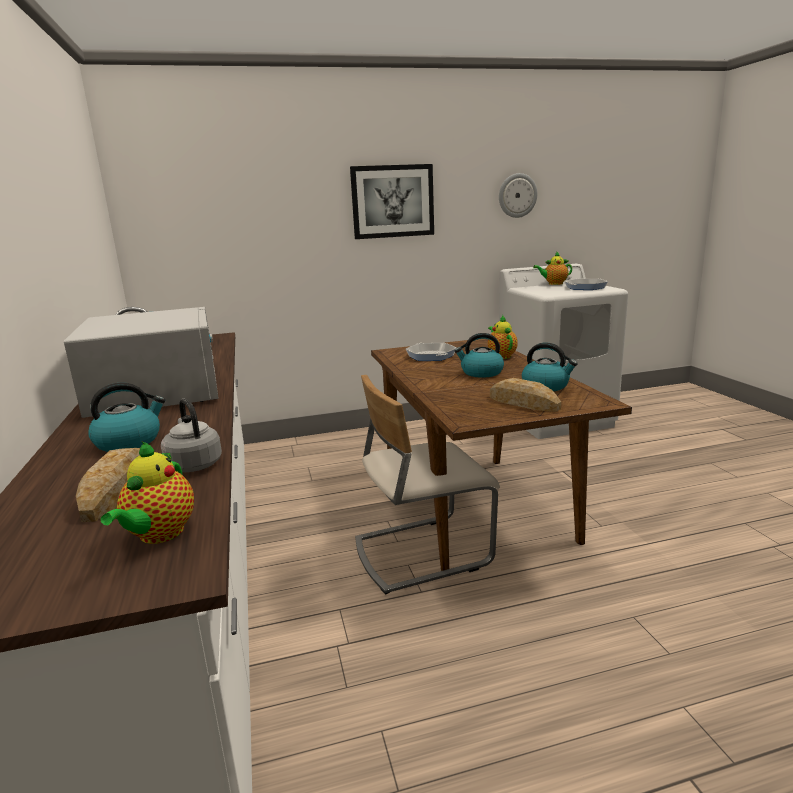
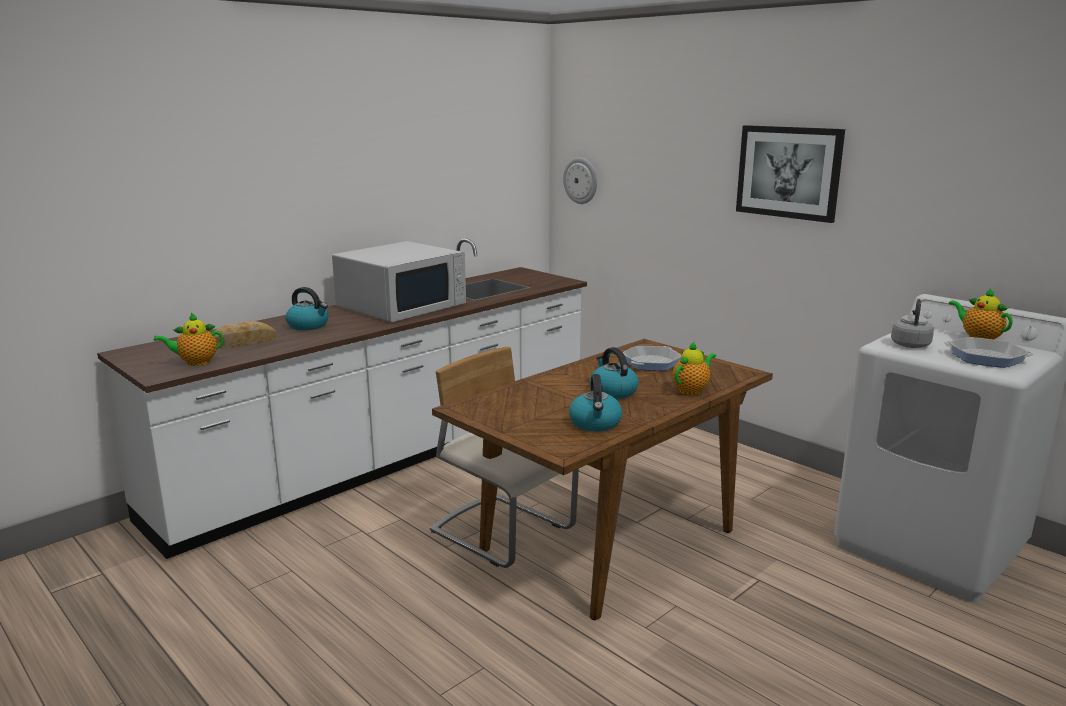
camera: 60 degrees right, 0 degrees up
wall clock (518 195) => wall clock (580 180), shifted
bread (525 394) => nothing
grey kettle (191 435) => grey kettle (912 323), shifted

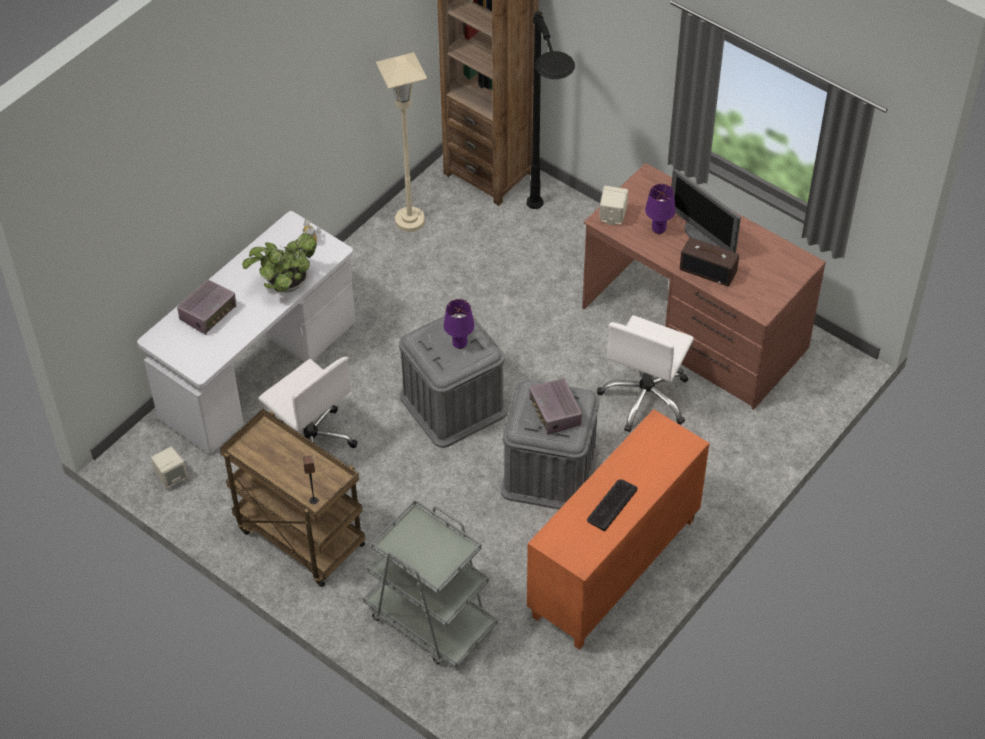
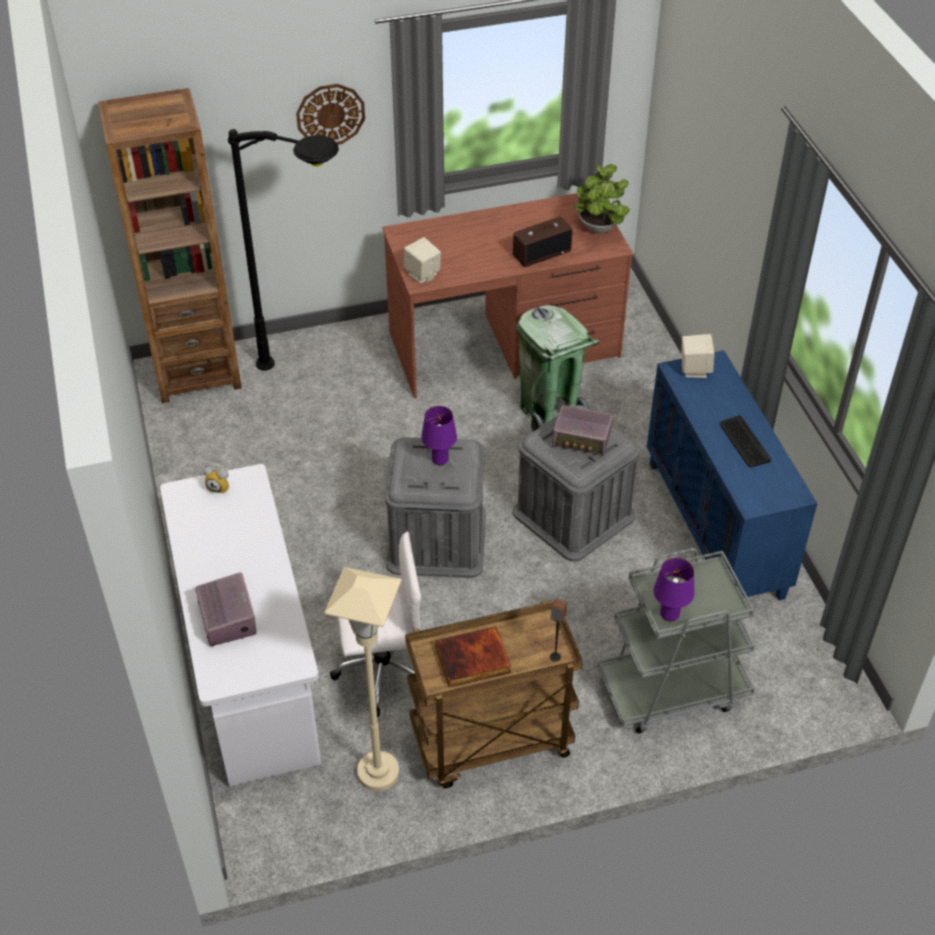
camera: 55 degrees left, 5 degrees down
beige floor lamp (401 142) => beige floor lamp (363 679), shifted
monitor (706 211) => nothing
purple table lamp (660 209) => purple table lamp (673 589), shifted
potted plant (279 263) => potted plant (602 198), shifted
white office chair (645 373) => green trash can (558 368)
orange cabinet (618 529) => blue cabinet (732 475)
beige speaker (169 468) => beige speaker (698 356), shifted
nothing => wall clock (330 114)
nothing => book (473 657)

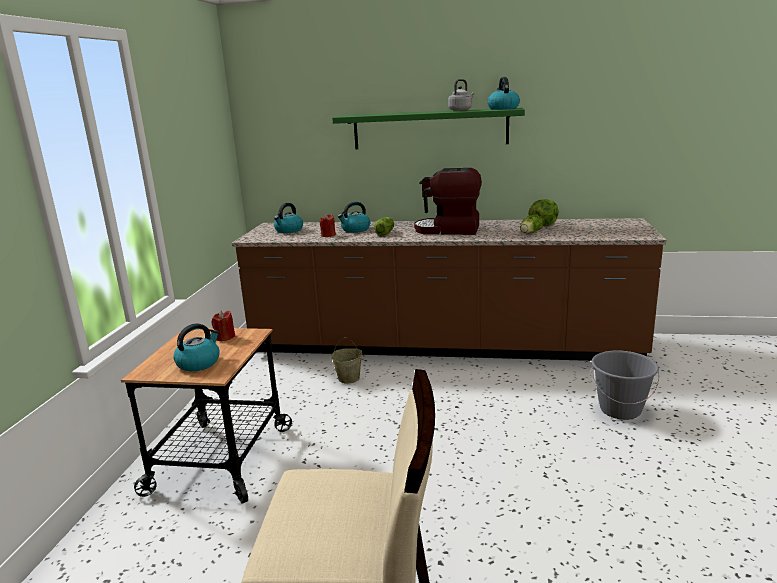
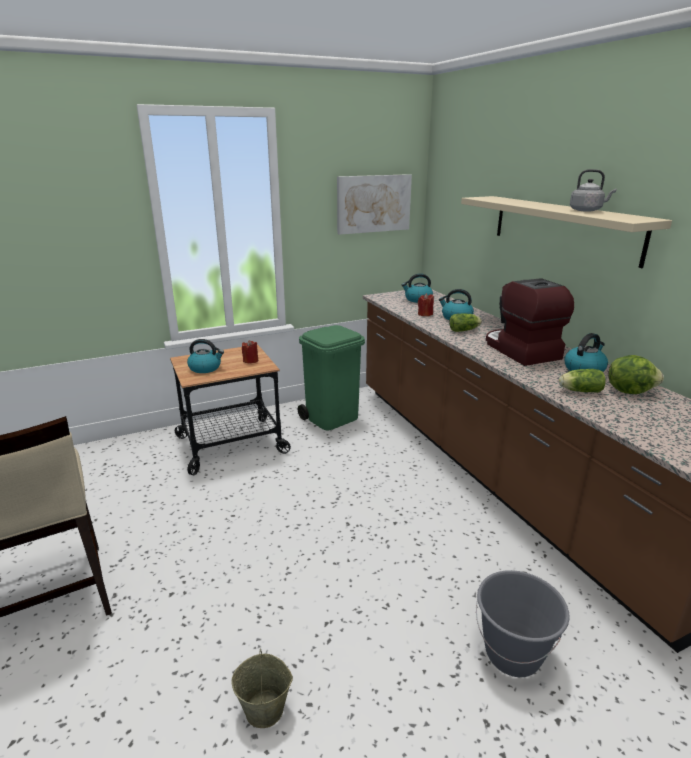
camera: 55 degrees right, 5 degrees up
kettle (503 93) => kettle (586 352), shifted
green shelf (428 128) => beige shelf (566 232)
beige bucket (346 360) => beige bucket (262 688), shifted
nothing => picture (374 204)
nothing => green trash can (331 377)

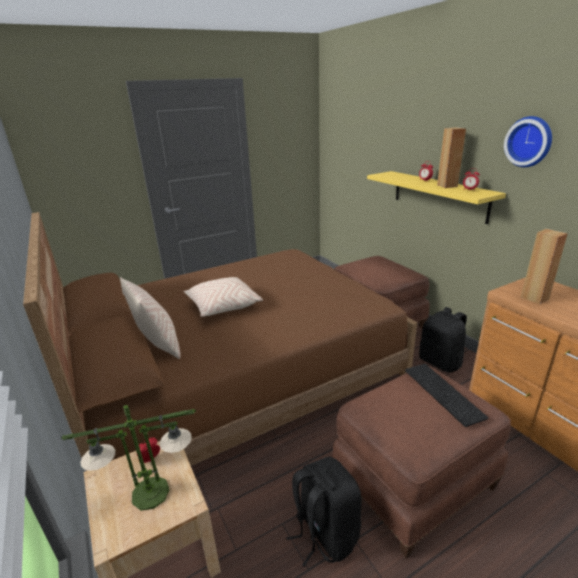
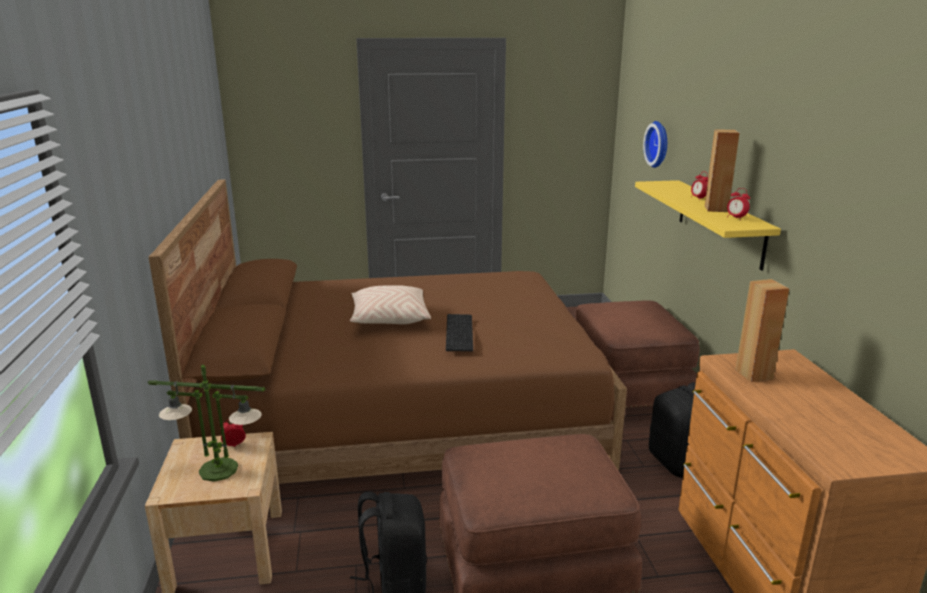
camera: 20 degrees right, 5 degrees down
wall clock (528 141) => wall clock (655 144), shifted
beige pillow (150 318) => nothing
keyboard (446 395) => keyboard (459 332), shifted

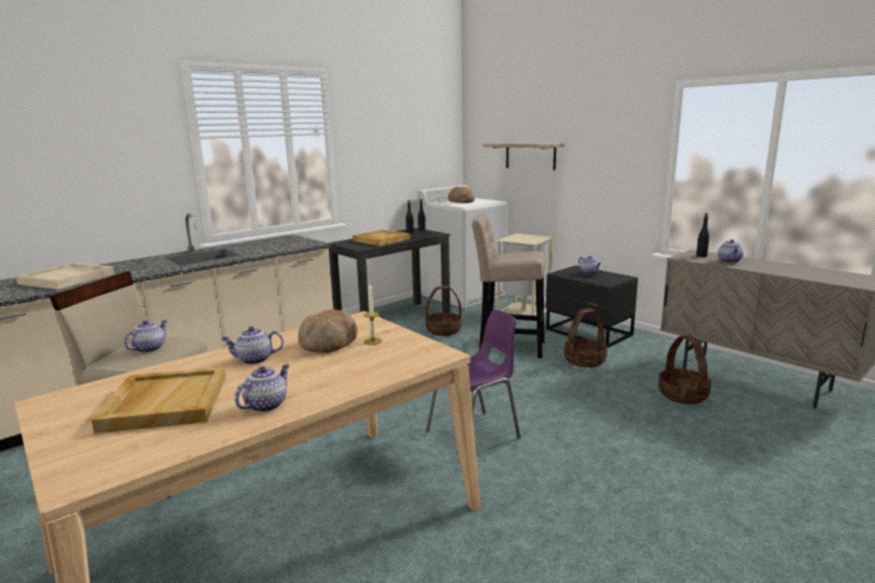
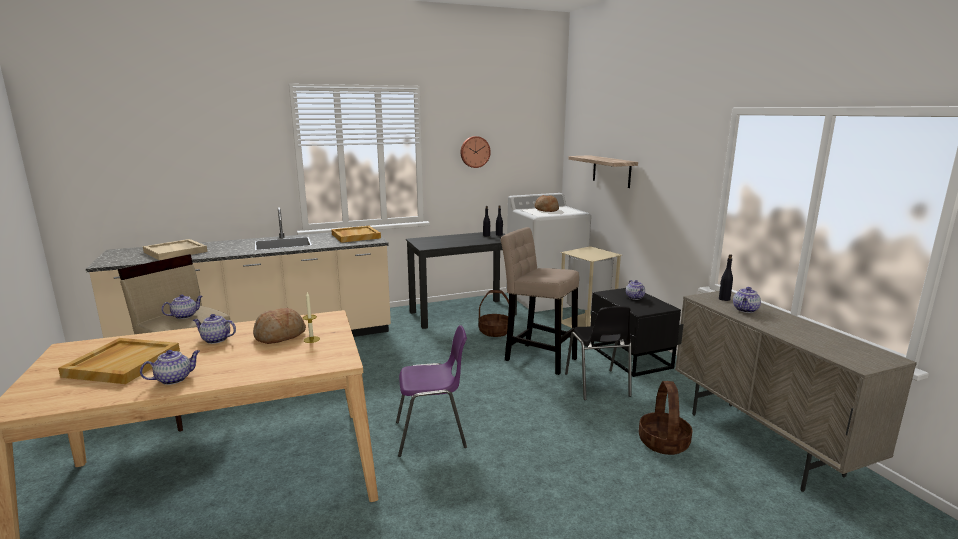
camera: 20 degrees right, 0 degrees up
beige tray (381 237) => beige tray (356 234), shifted
basket (585 338) => black chair (598 353)
nothing => wall clock (475 152)

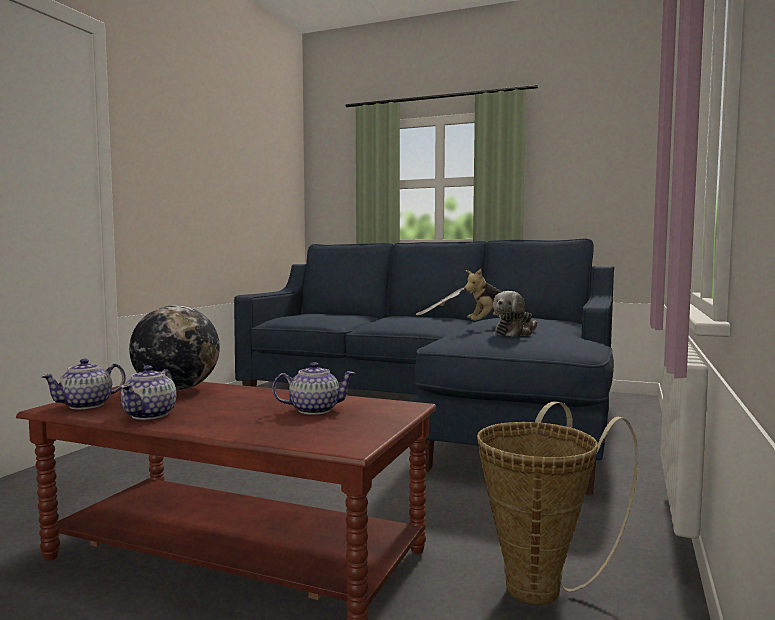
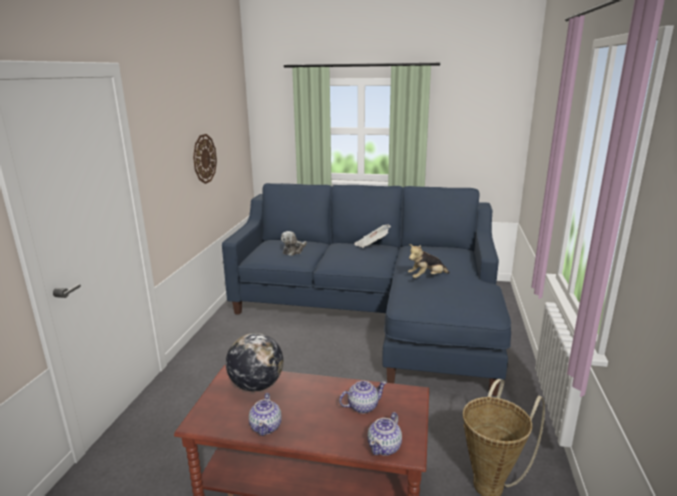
camera: 10 degrees left, 15 degrees up
plush toy (515 314) => plush toy (294 243), shifted
teapot (83 384) => teapot (384 434), shifted
nothing => wall clock (205 159)

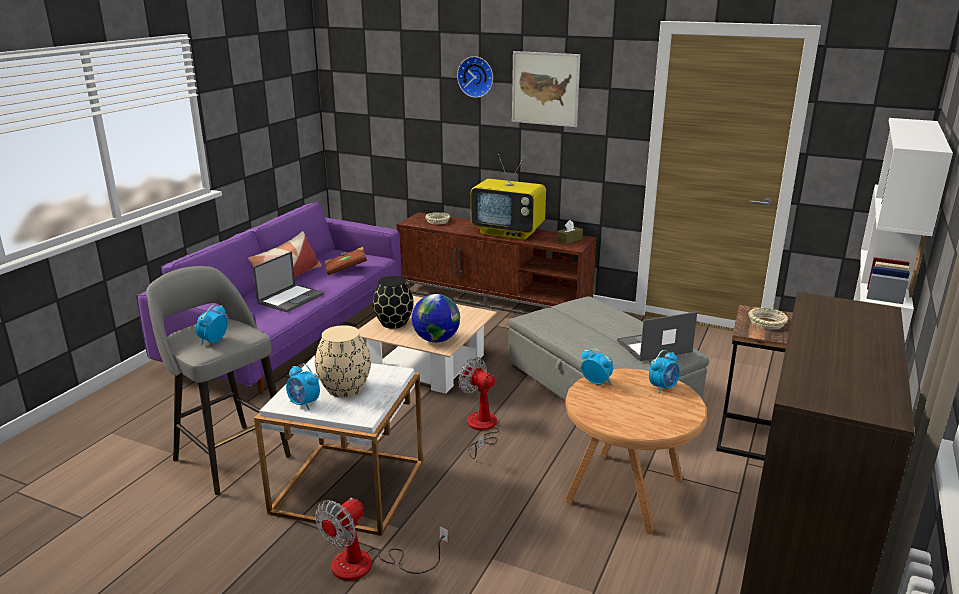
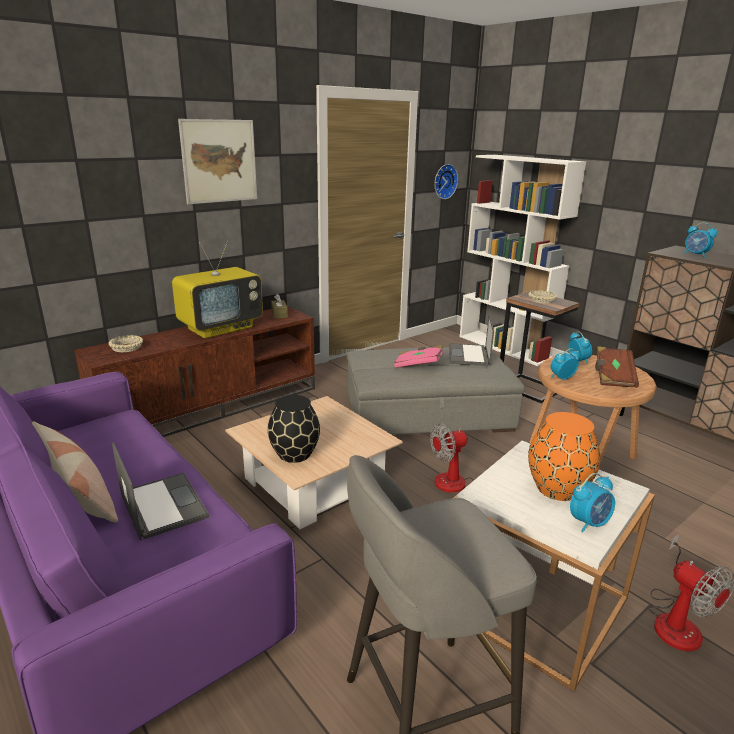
camera: 65 degrees left, 0 degrees up
wall clock (475 77) => wall clock (446 181), shifted
brown book (346 261) => brown book (617 367), shifted
globe (436 318) => nothing
alarm clock (212 325) => alarm clock (700 240), shifted
beige vase (343 361) => orange vase (564 456)
nothing => pink book (419 356)

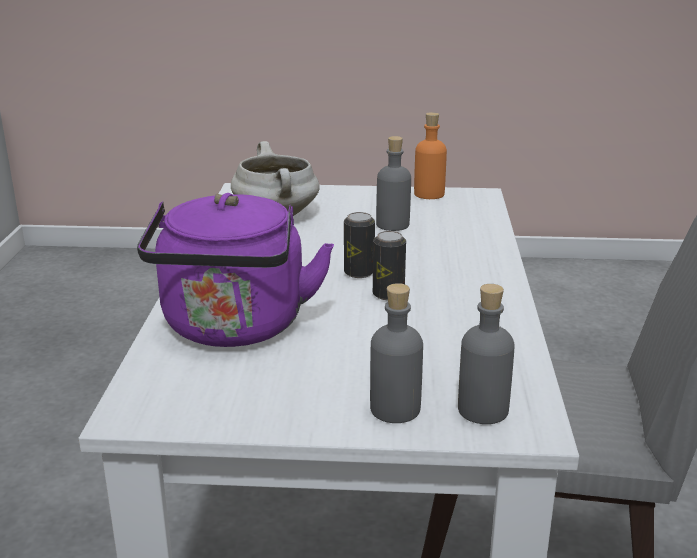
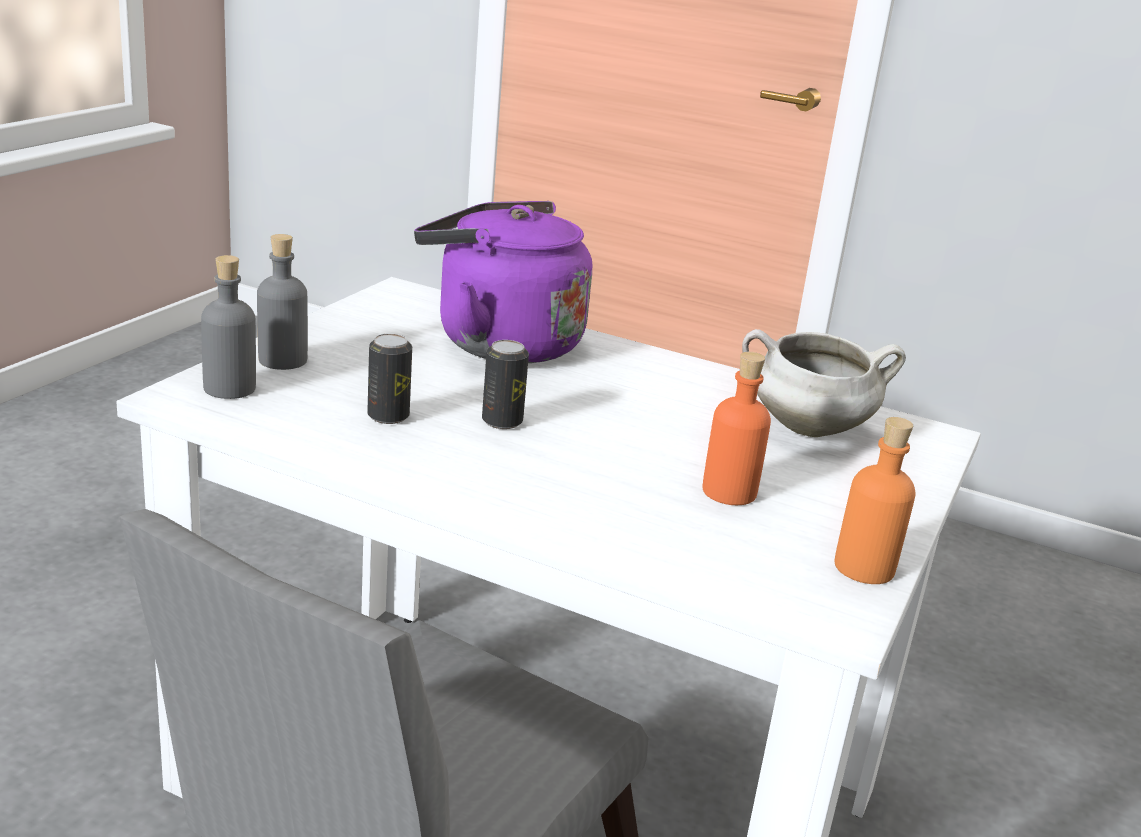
camera: 110 degrees right, 0 degrees up
grey bottle (393 183) => orange bottle (736 428)
can (359 245) => can (389 378), shifted

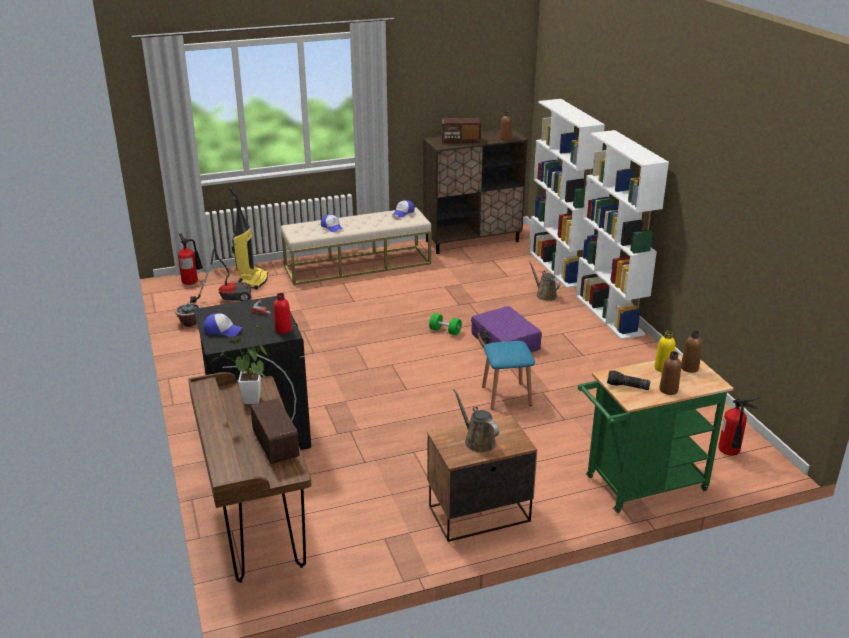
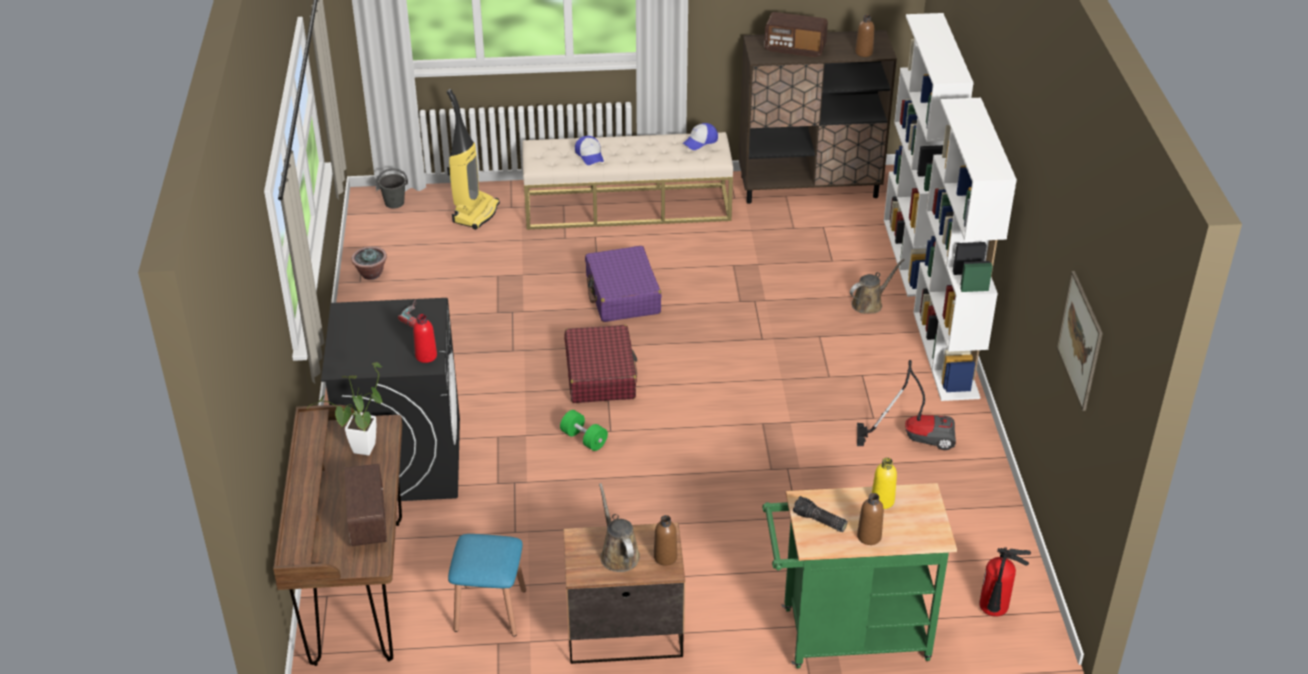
camera: 15 degrees right, 10 degrees up
fire extinguisher (190 259) => grey bucket (392 188)
vacuum cleaner (220 276) => vacuum cleaner (906 405), shifted
brown watering can (544 281) => brown watering can (877 286), 75 degrees clockwise
purple suitcase (506 329) => purple suitcase (623 284), shifted
cap (222 325) => nothing
green dumbbell (445 324) => green dumbbell (584 430), shifted
brown bottle (691 351) => brown bottle (665 540), shifted
blue stool (508 375) => blue stool (487 585), shifted
nothing => picture (1079 341)
nothing => red suitcase (601 364)

